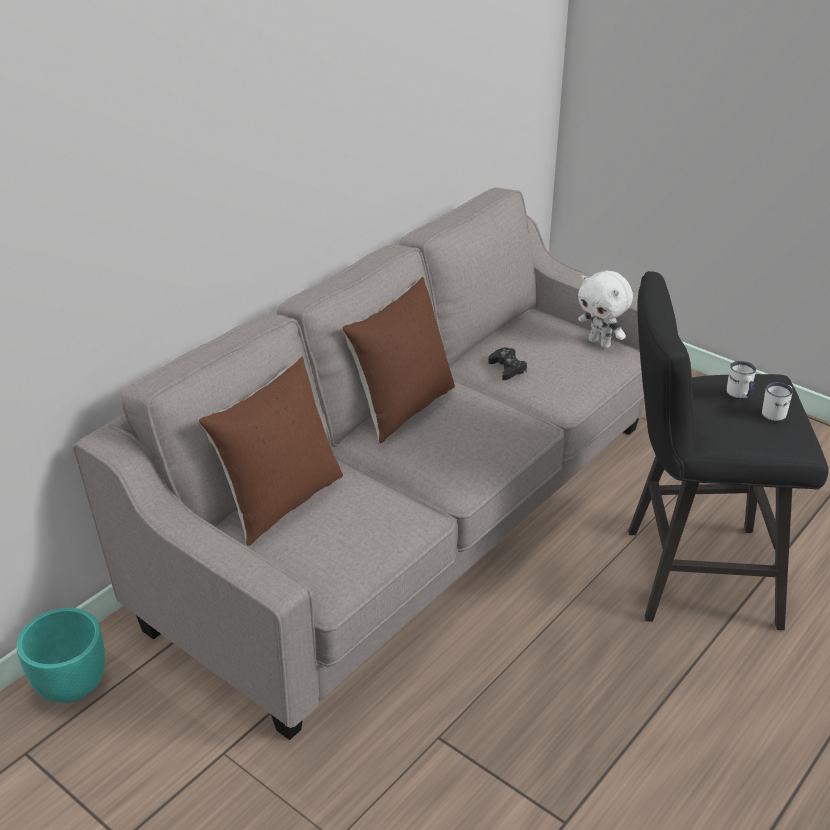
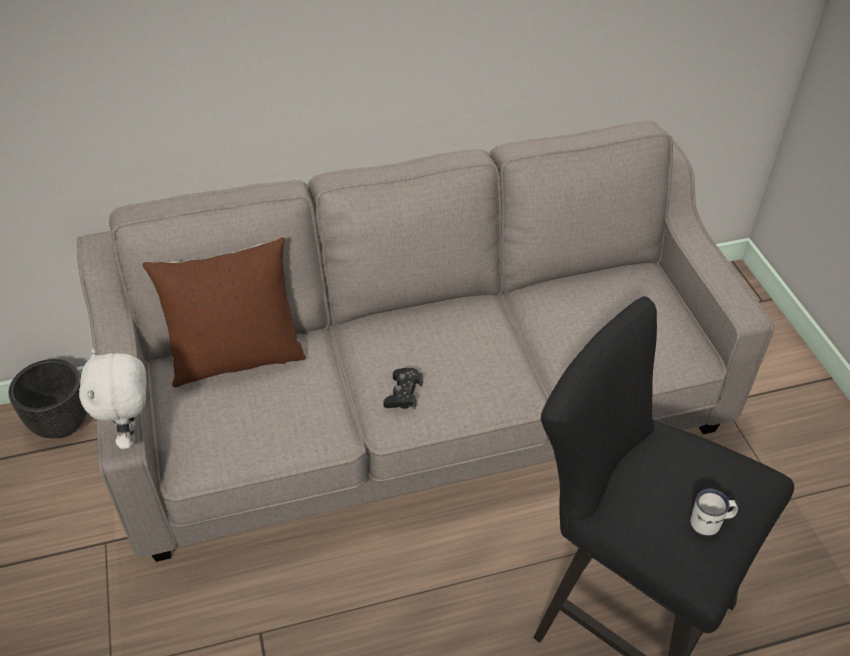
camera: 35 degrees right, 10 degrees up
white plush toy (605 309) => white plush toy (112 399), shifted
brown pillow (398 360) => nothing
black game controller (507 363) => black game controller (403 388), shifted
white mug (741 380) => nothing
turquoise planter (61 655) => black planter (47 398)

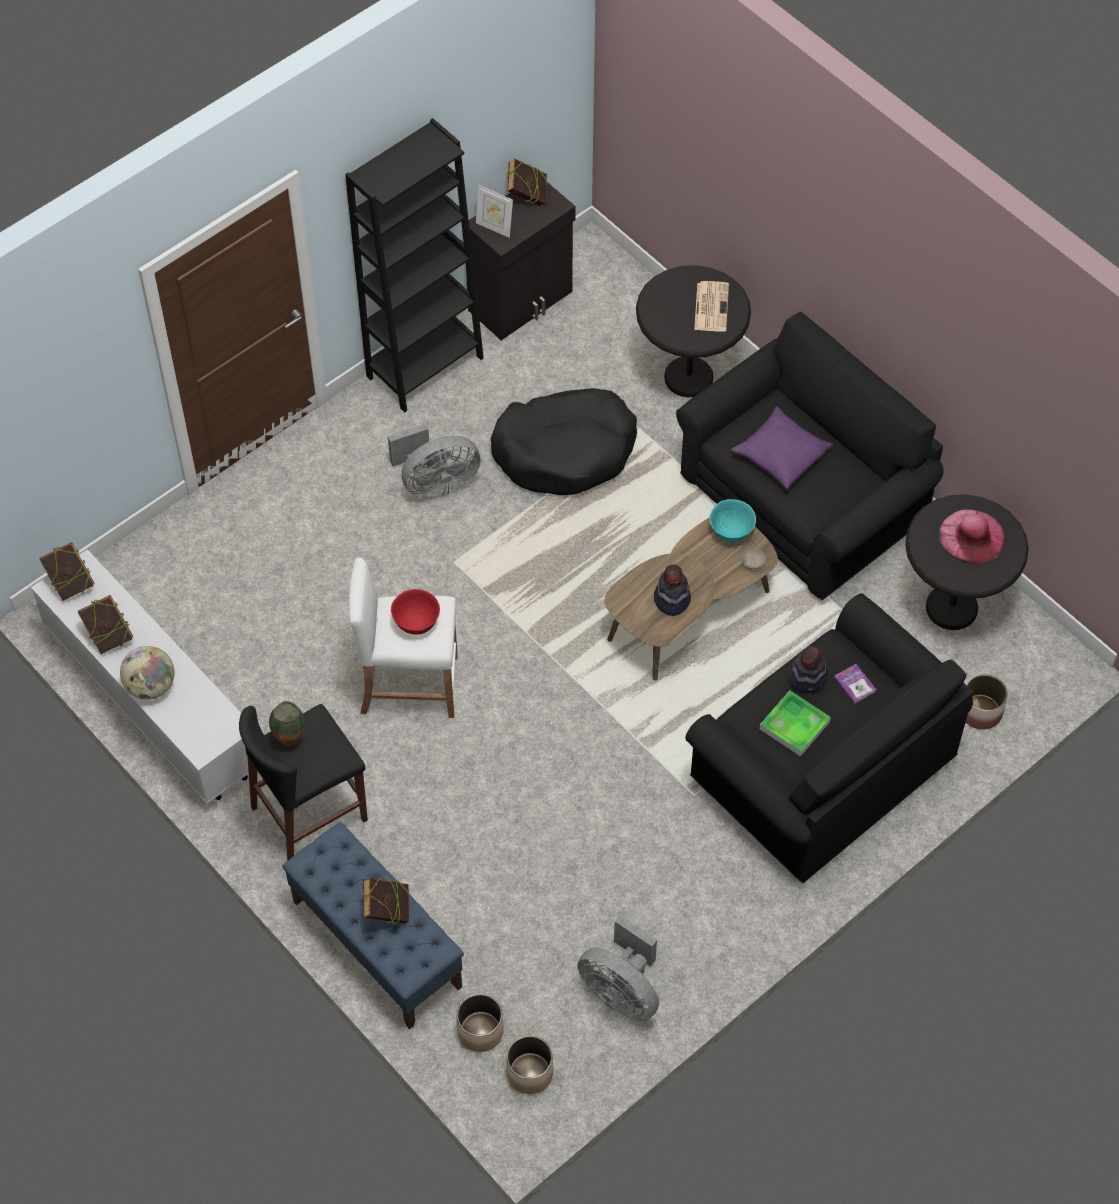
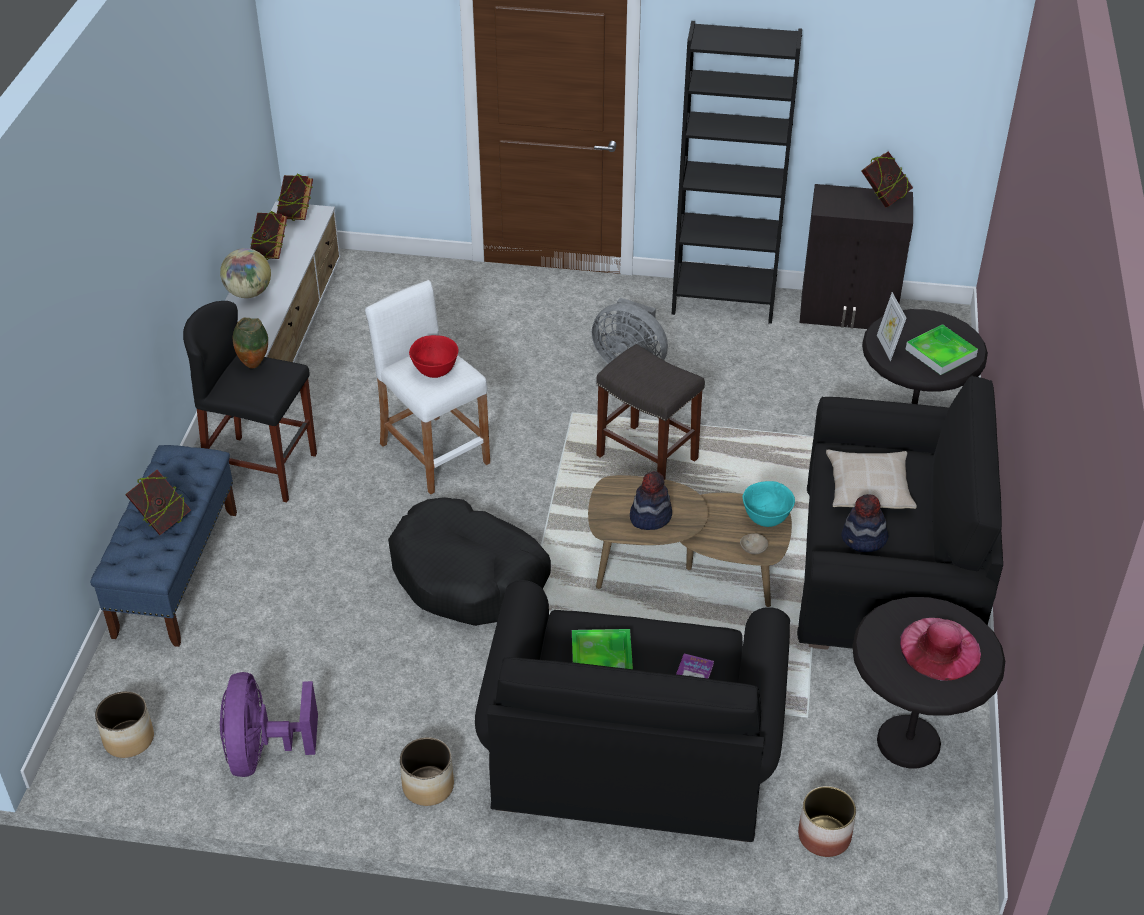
camera: 50 degrees right, 15 degrees down
picture frame (494 211) => picture frame (891 326), shifted
newspaper (711 306) => tray (941 349)
black dog bed (564 441) => black dog bed (469 561), shifted
purple pillow (782 448) => beige pillow (871 479)
hat (808 669) => hat (865 523), shifted
grey fan (618 968) => purple fan (269 724)
planter (480 1023) => planter (427 771), shifted
nothing => grey stool (650 411)

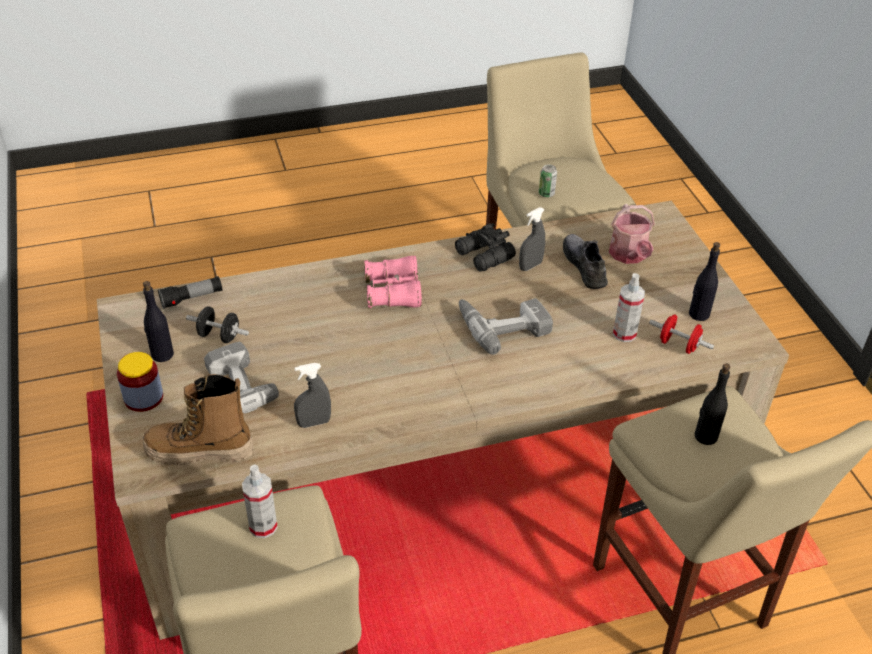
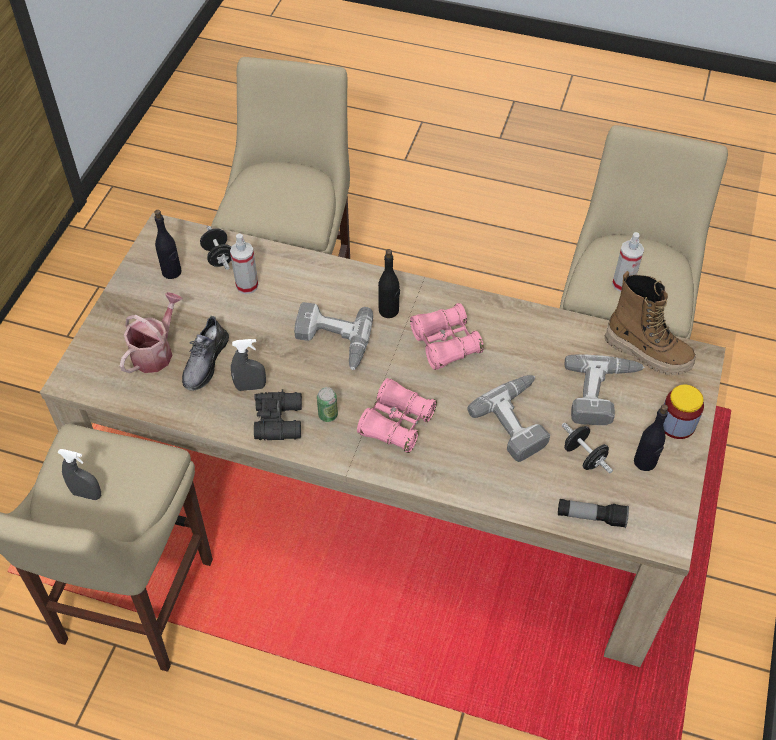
camera: 145 degrees left, 10 degrees up
can (548 181) => can (327 404), shifted
red dumbbell (681 334) => black dumbbell (216 248)
grey spray bottle (312 395) => grey spray bottle (79 474), shifted
black bottle (712 404) => black bottle (389 283), shifted
nothing => pink binoculars (447 336)
nothing => power drill (508 418)

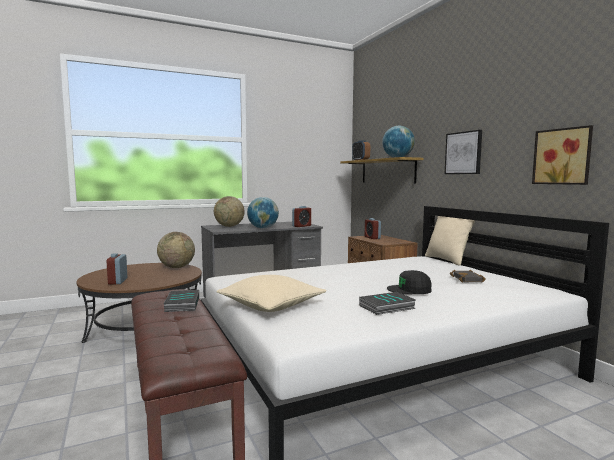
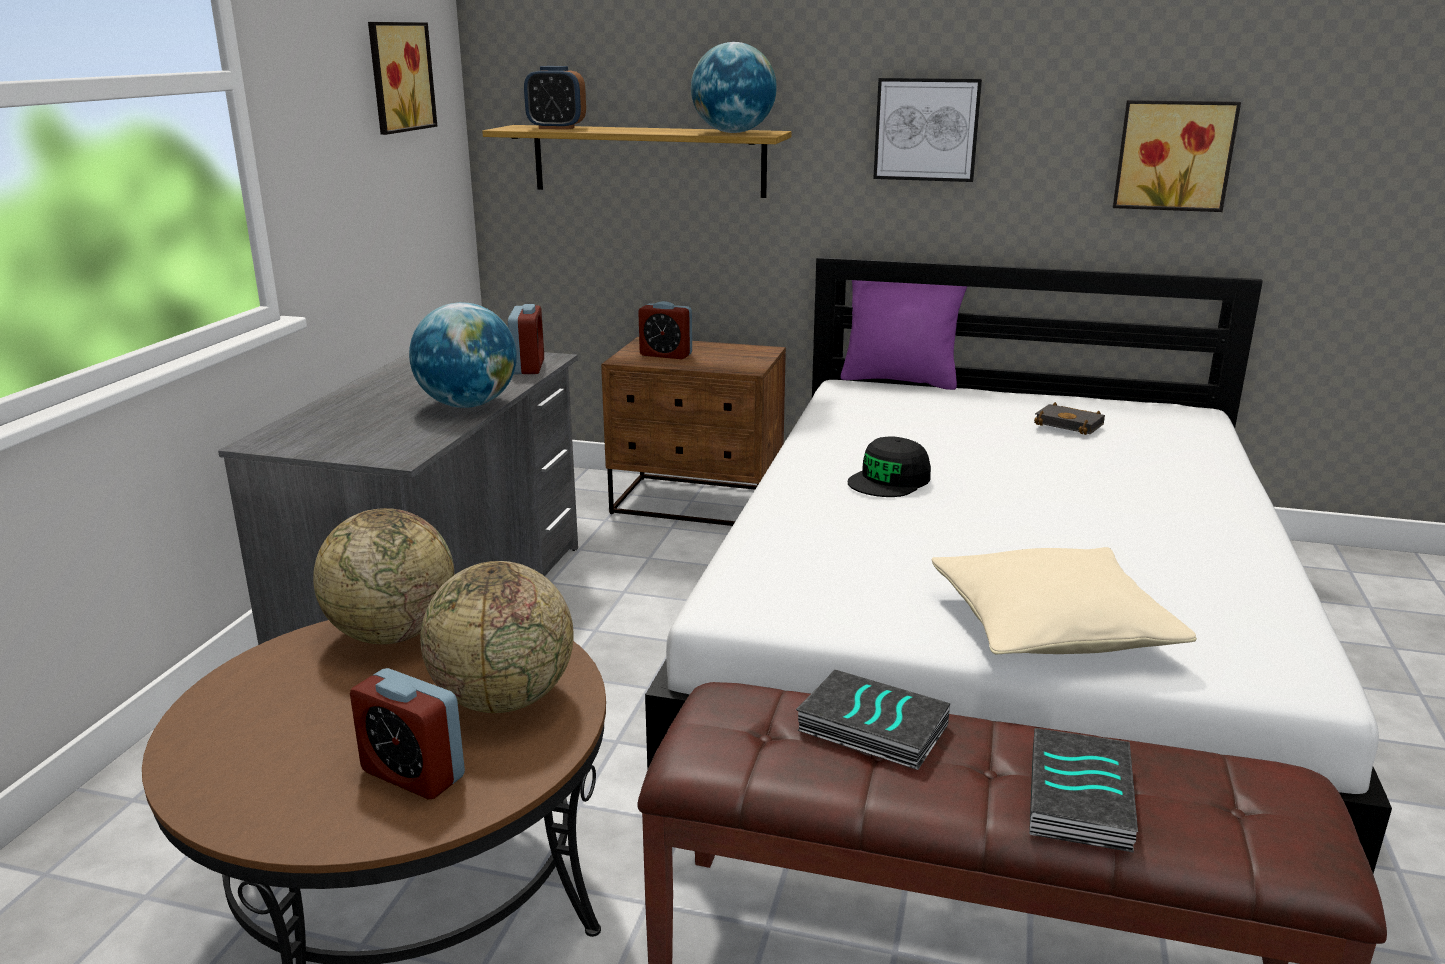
camera: 50 degrees left, 15 degrees up
globe (229 211) => globe (497 637), shifted
beige pillow (450 241) => purple pillow (904 335)
black cap (409 282) => black cap (889 466), shifted
book (387 303) => book (1083 790), shifted
nothing => picture (402 78)

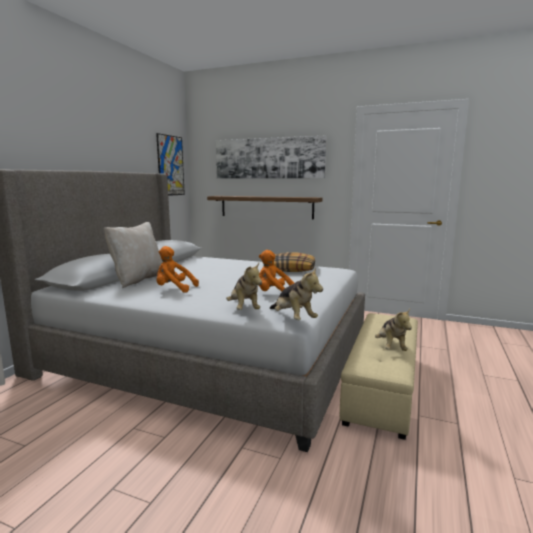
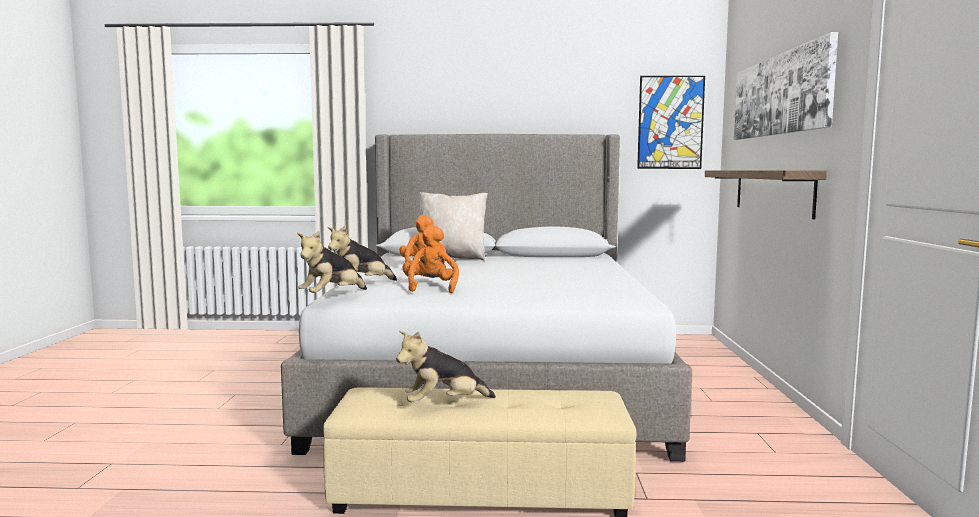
camera: 70 degrees right, 5 degrees down
pillow (294 262) => nothing

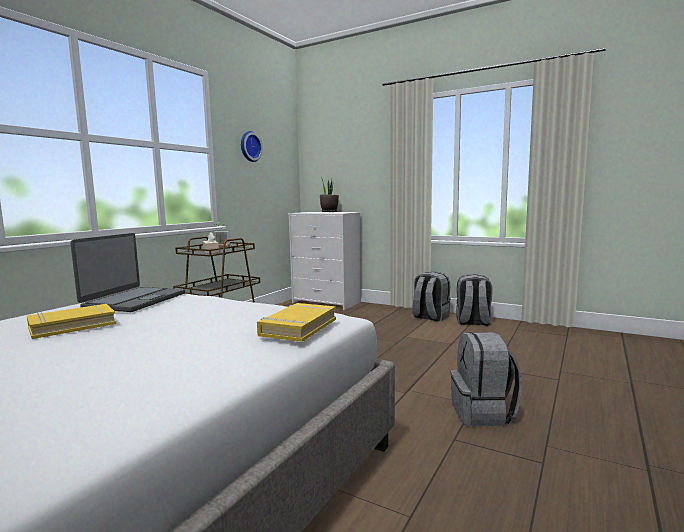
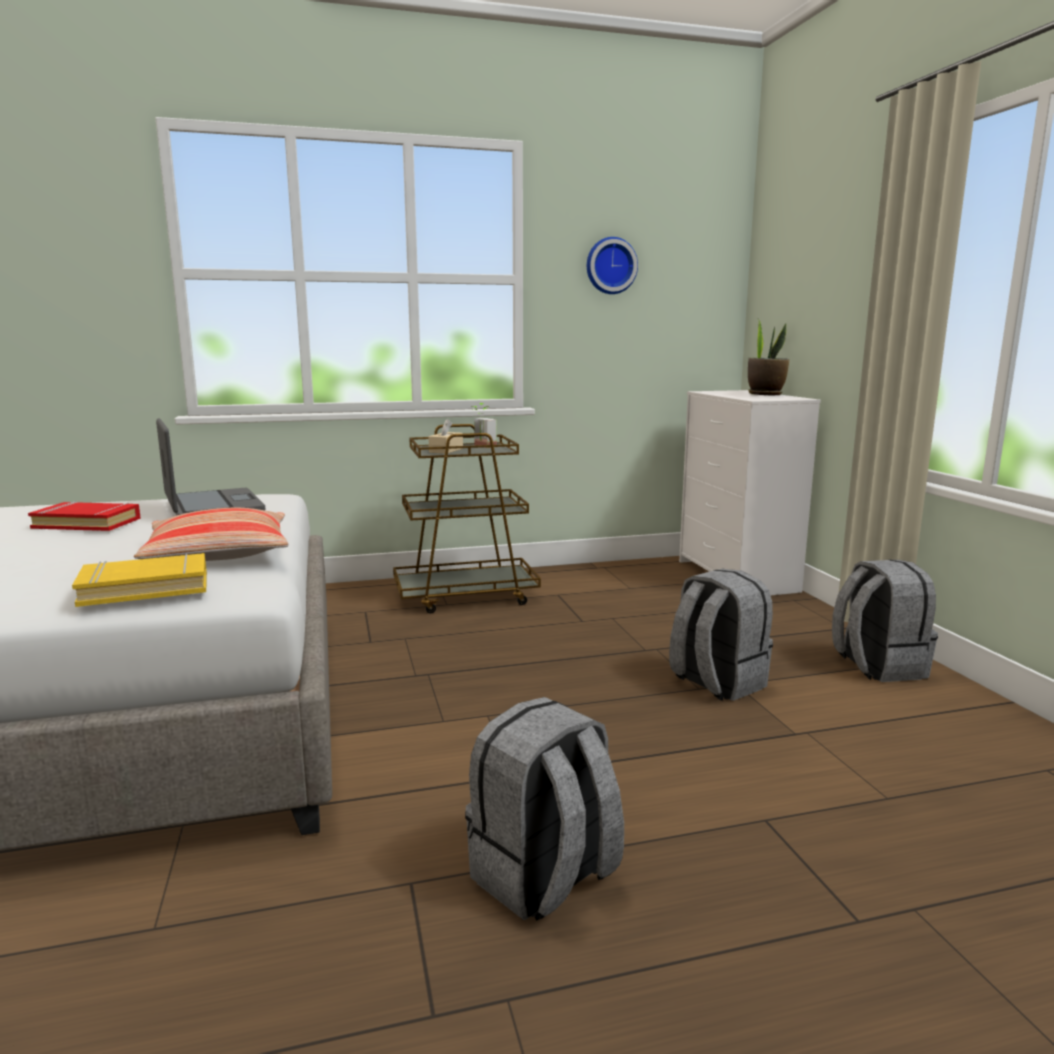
camera: 45 degrees right, 5 degrees up
laptop (127 272) => laptop (210 466), 90 degrees counterclockwise
grey backpack (474 300) => grey backpack (721 635), shifted
yellow book (71 321) => red book (84 516)
nothing => pillow (211 534)

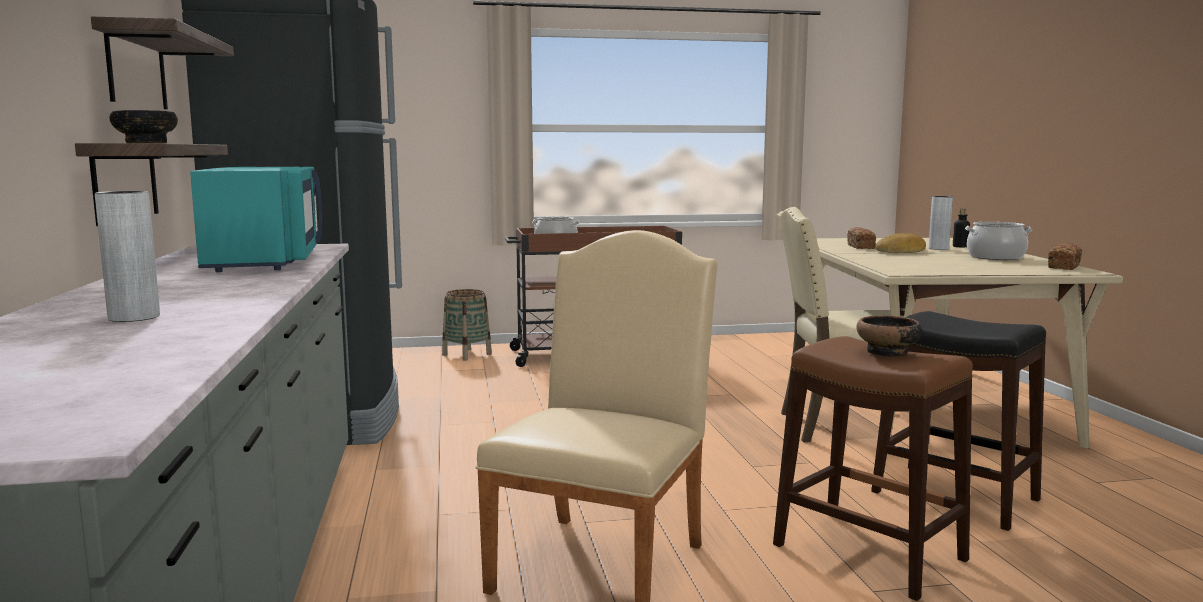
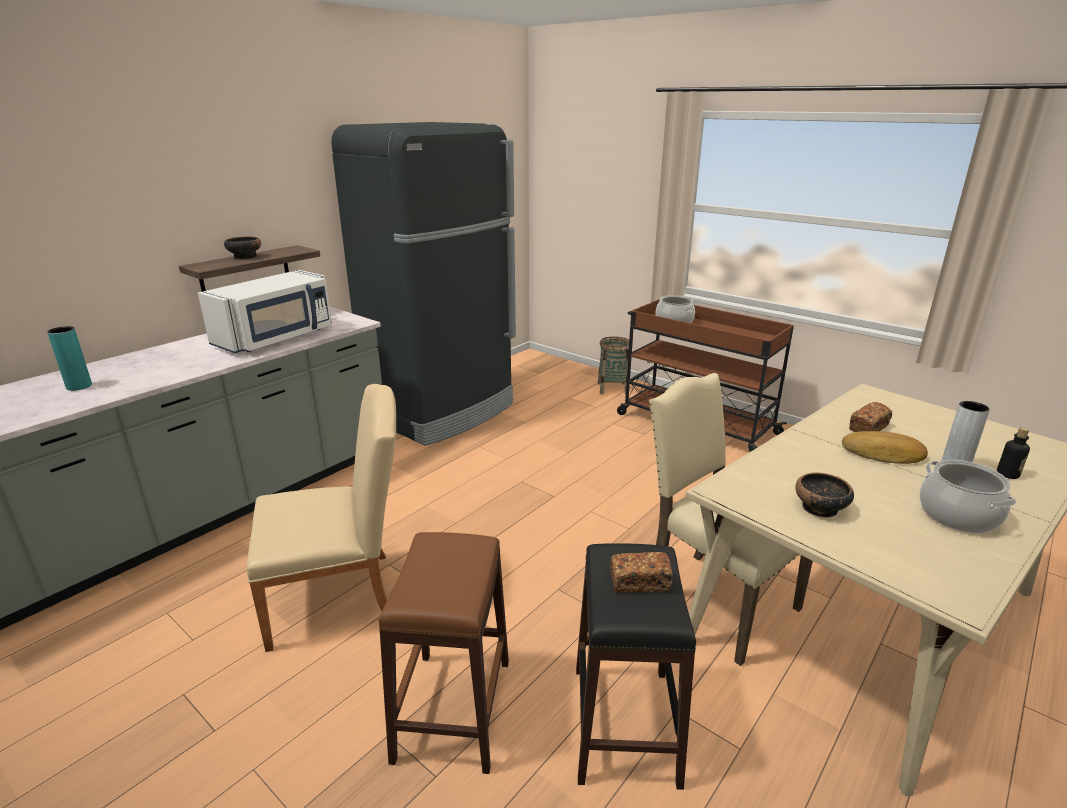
camera: 50 degrees right, 15 degrees up
shelf (162 62) => nothing
turquoise microwave (256 219) => white microwave (265 311)
grey vase (127 256) => turquoise vase (69 358)
bread (1065 256) => bread (641 572), shifted
bowl (889 336) => bowl (824 495), shifted

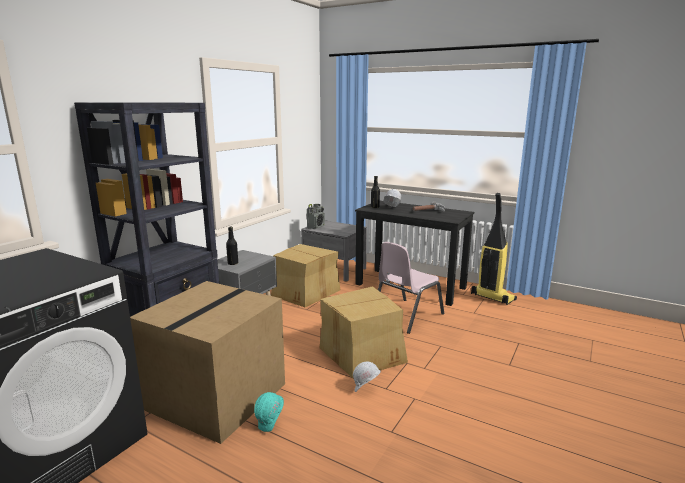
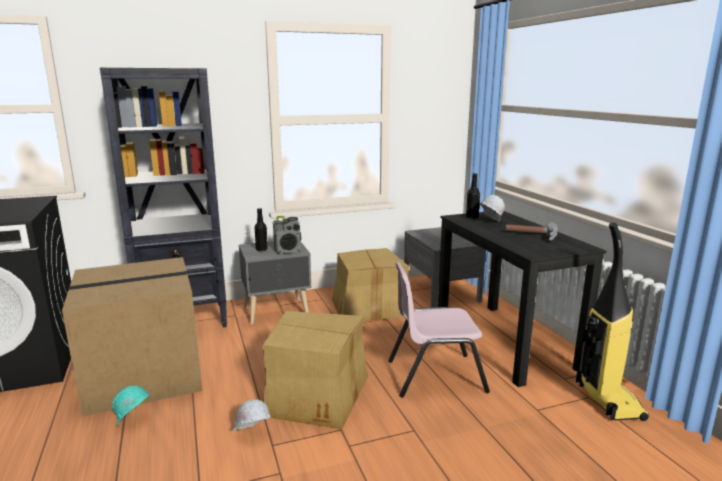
camera: 40 degrees right, 0 degrees up
radio (316 216) => radio (287 235), shifted

